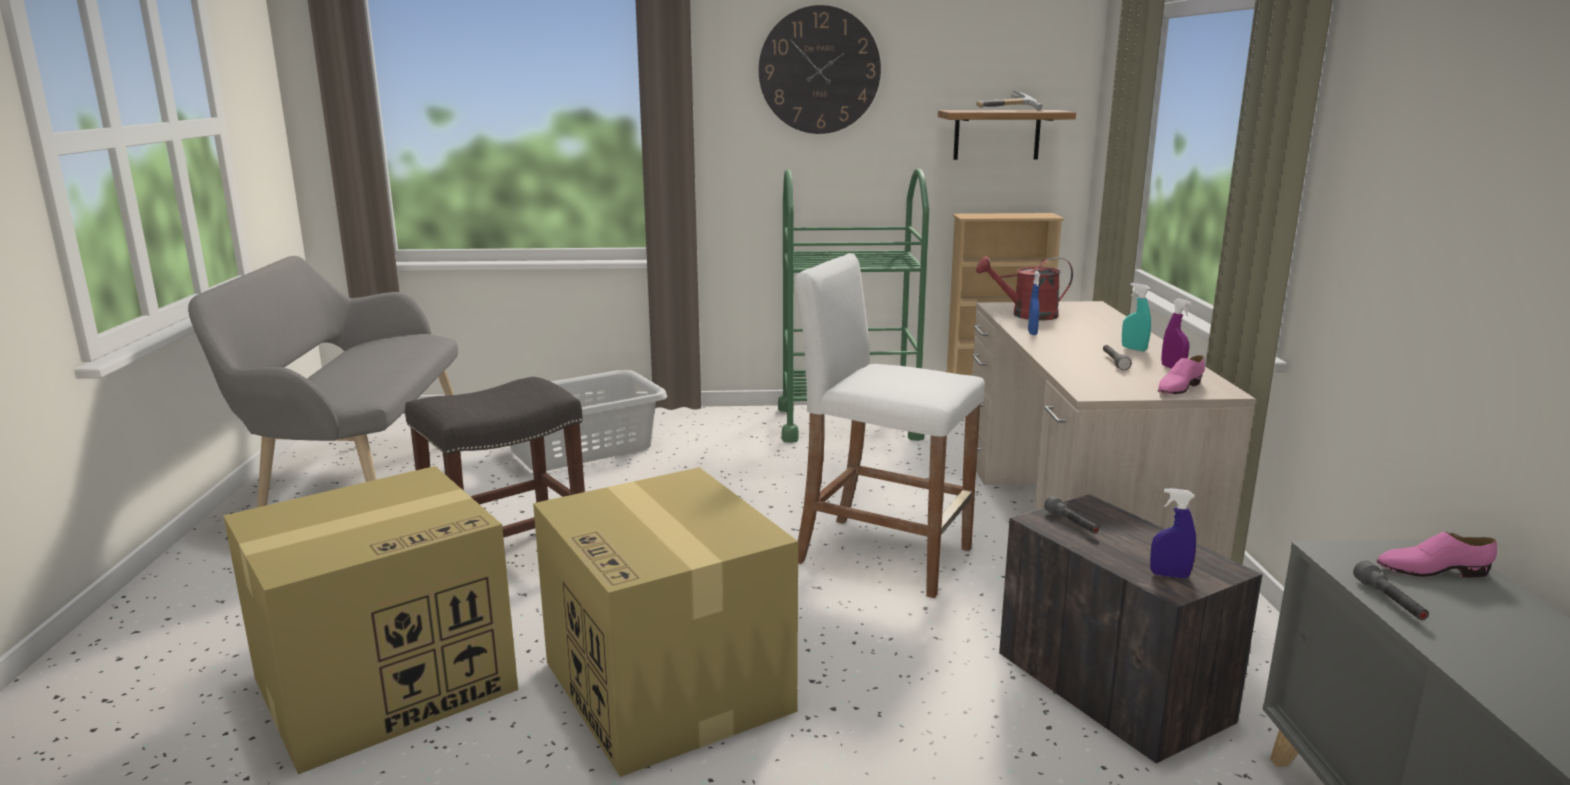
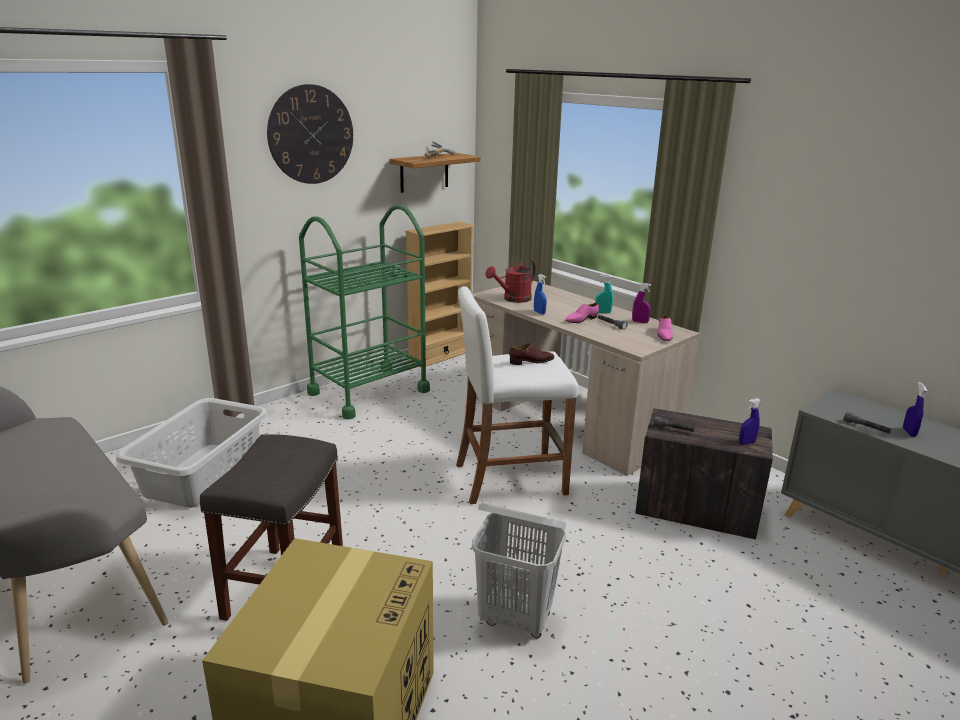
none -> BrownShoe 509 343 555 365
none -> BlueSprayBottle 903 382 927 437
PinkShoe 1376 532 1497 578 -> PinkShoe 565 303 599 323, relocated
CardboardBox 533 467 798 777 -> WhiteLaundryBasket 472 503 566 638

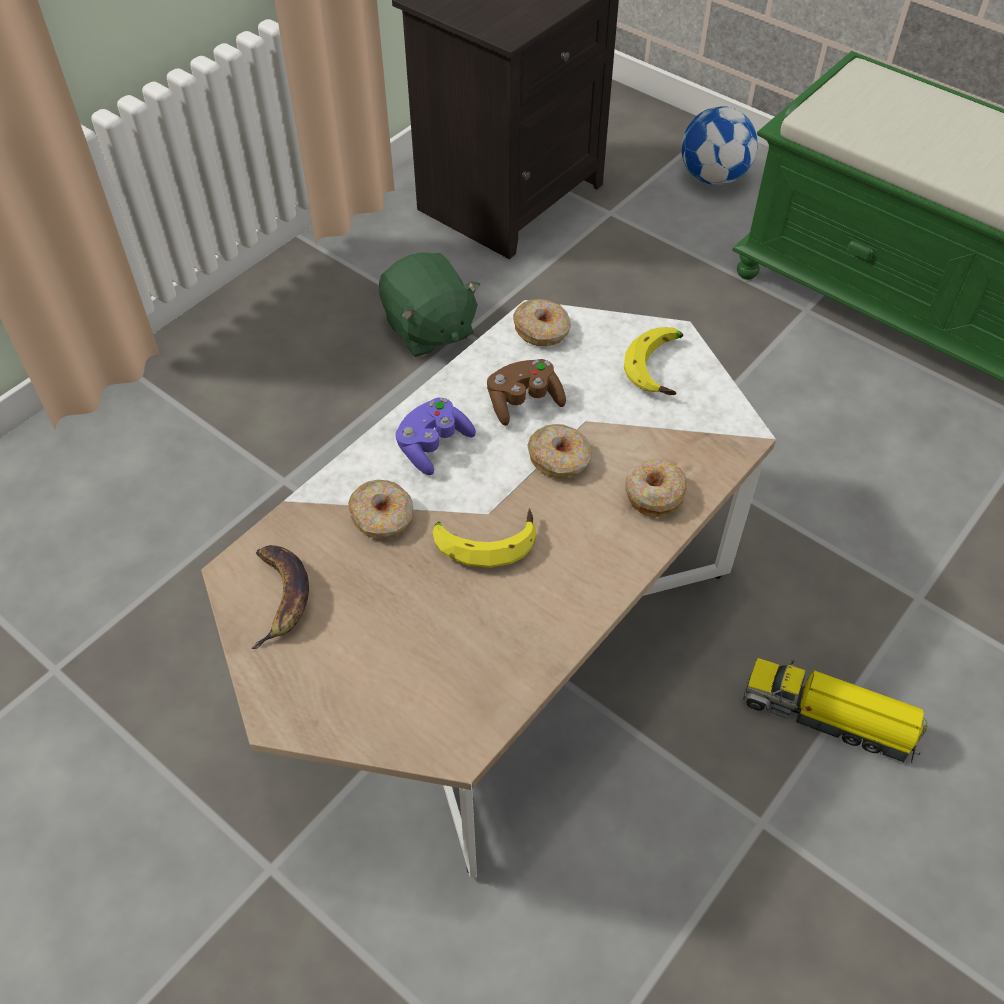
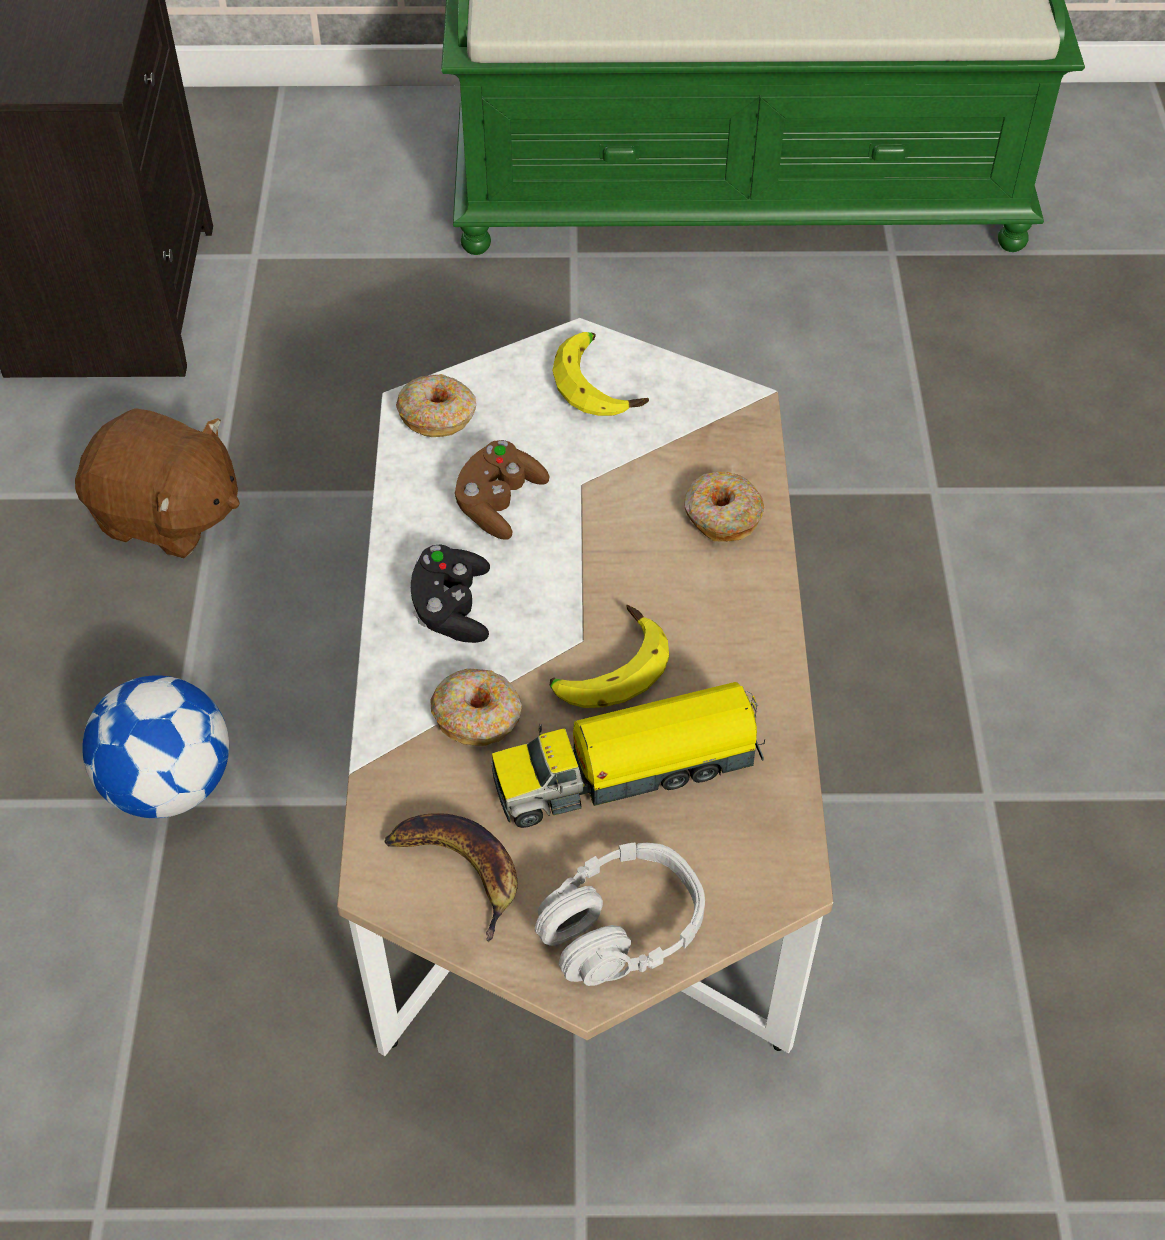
Donut 527 424 592 479 -> none
none -> GreyHeadphones 535 842 705 986
Football 681 106 758 185 -> Football 83 676 229 818, relocated
ToyTruck 743 658 928 763 -> ToyTruck 491 682 765 828, relocated
GreenPlushToy 379 252 480 357 -> BrownPlushToy 75 408 240 558
PurpleGameController 395 398 476 475 -> BlackGameController 411 544 490 643

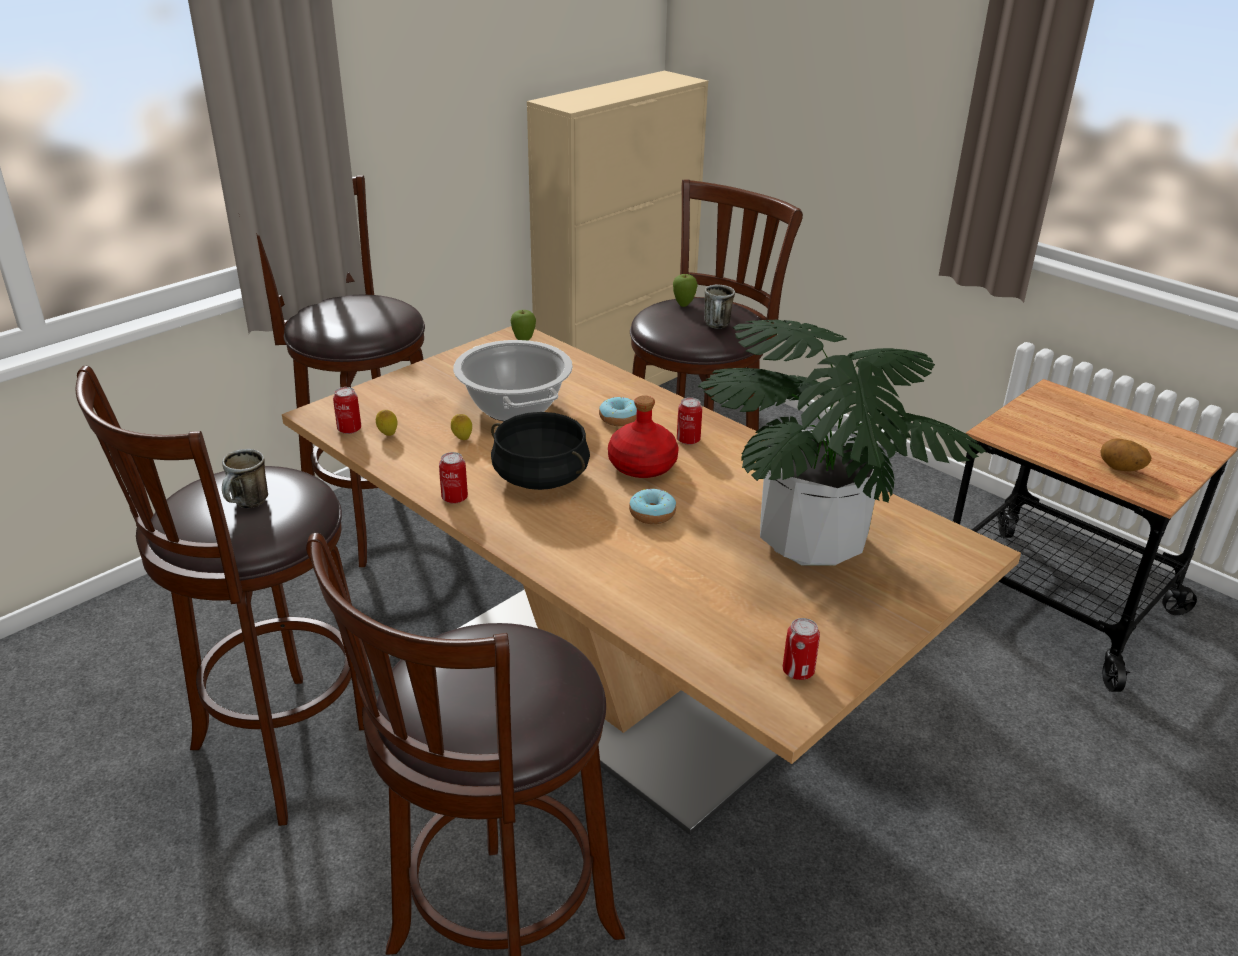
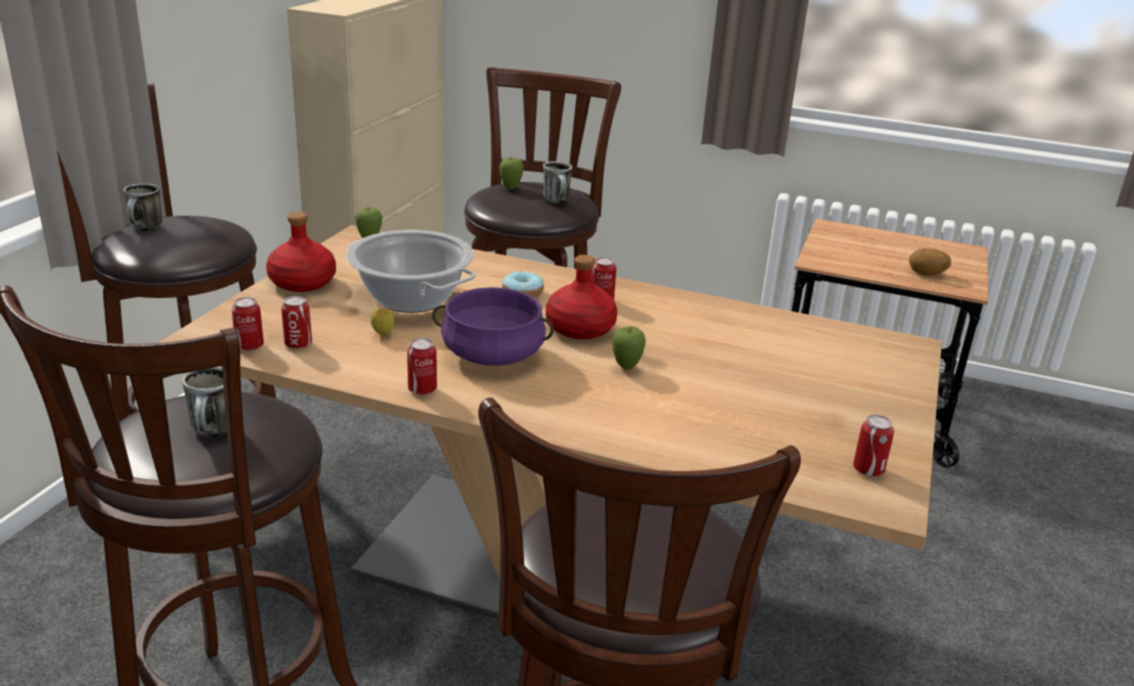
PottedPlant 698 320 986 566 -> none
none -> Mug 124 183 162 231
none -> RedBottle 266 212 336 292
Lemon 376 410 398 436 -> Can 281 296 312 349
Donut 629 489 676 524 -> Apple 612 326 646 370
BlackCookingPot 491 412 590 490 -> PurpleCookingPot 432 287 554 366

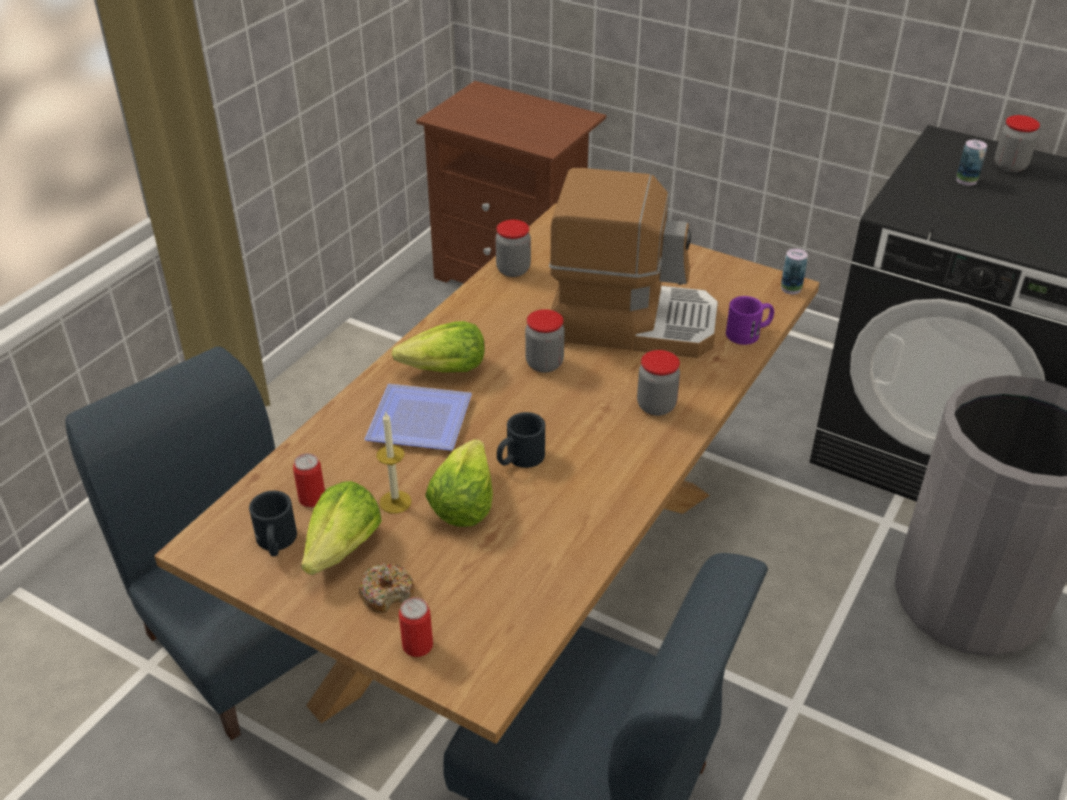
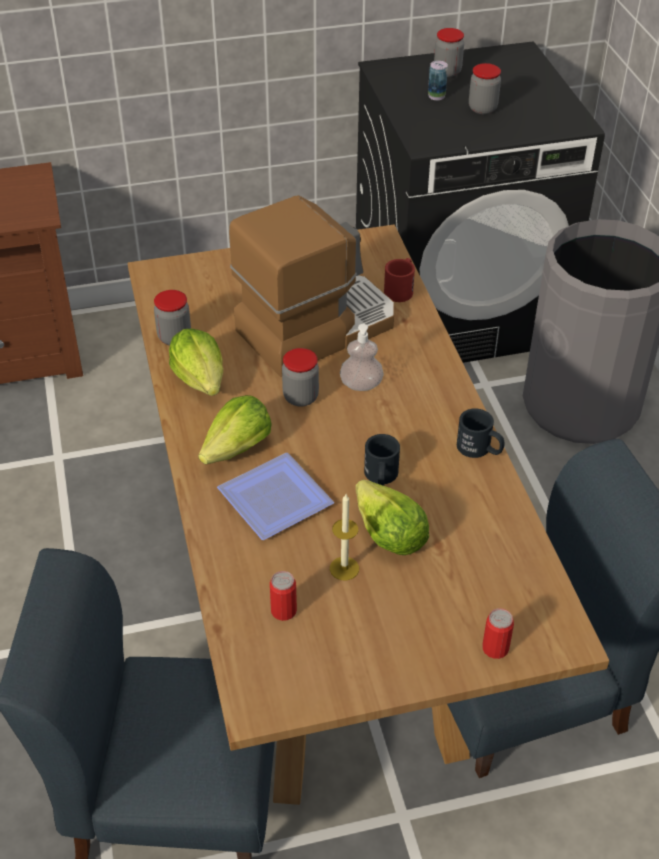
Donut 359 563 414 613 -> none
Can 781 248 808 294 -> none
none -> SoapDispenser 340 324 384 391
BlackMug 249 491 297 556 -> BlackMug 457 408 505 458, relocated
Lettuce 301 481 382 575 -> Lettuce 169 329 223 396, relocated
Jar 637 350 680 416 -> Jar 469 63 501 114, relocated
PurpleMug 726 296 774 345 -> RedMug 384 258 415 302

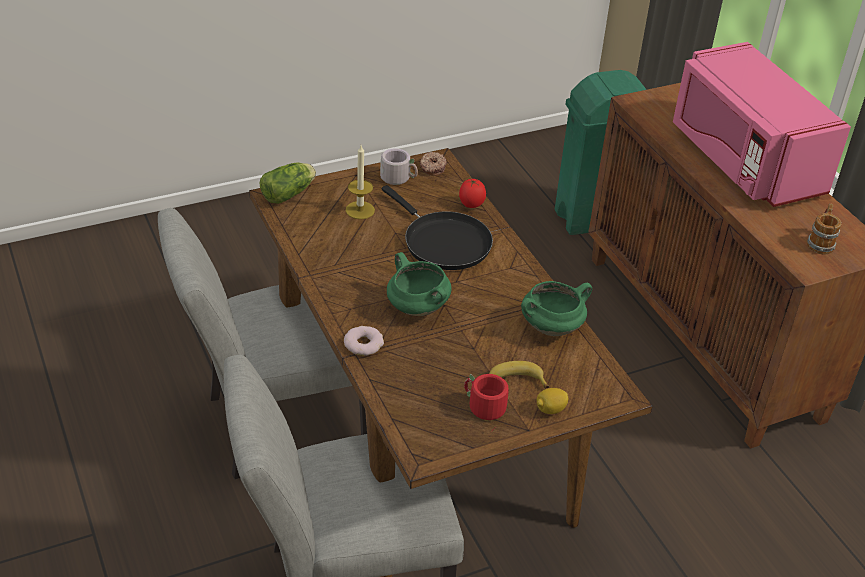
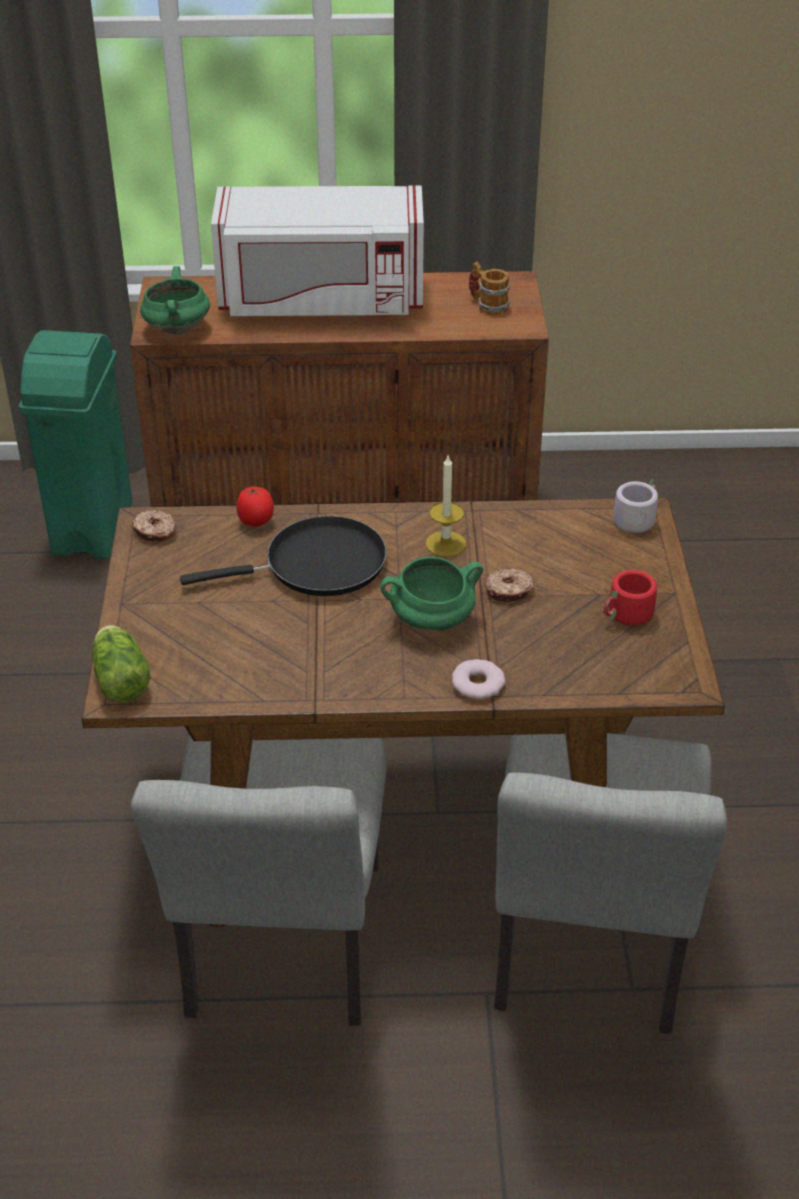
Banana 489 361 549 388 -> none
Lemon 537 388 569 414 -> none
none -> Donut 485 569 534 602
Candle 346 145 375 219 -> Candle 426 456 466 557, relocated
GreyMug 380 148 418 185 -> GreyMug 613 479 658 533, relocated
GreenCookingPot 521 281 592 336 -> GreenCookingPot 140 266 210 334, relocated
PinkMicrowave 673 42 851 207 -> WhiteMicrowave 211 186 424 316

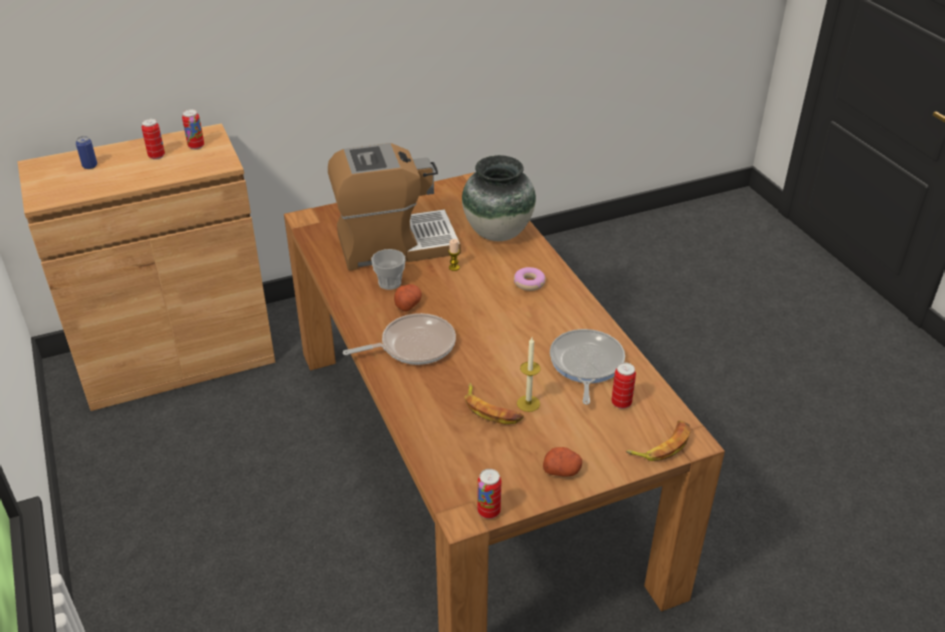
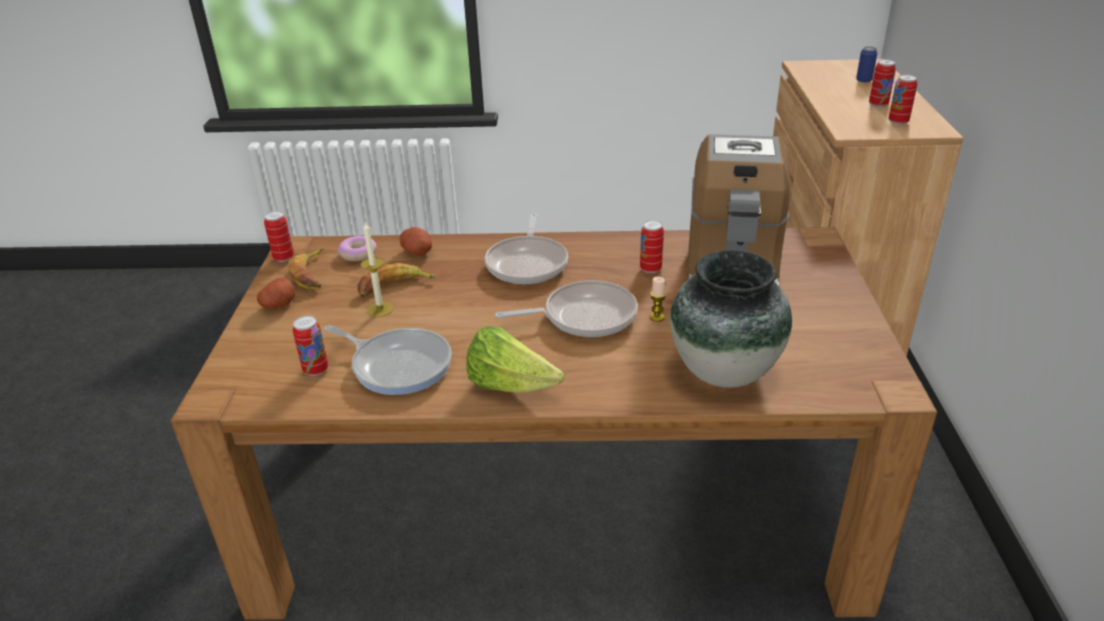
none -> Lettuce 467 327 564 393
none -> FryingPan 495 280 638 337
Potato 394 284 422 312 -> Potato 400 227 432 256, relocated
Donut 514 267 546 291 -> Donut 338 236 377 261, relocated
Banana 626 421 691 461 -> Banana 288 248 323 290, relocated
Cup 371 249 405 290 -> Can 640 220 664 273

